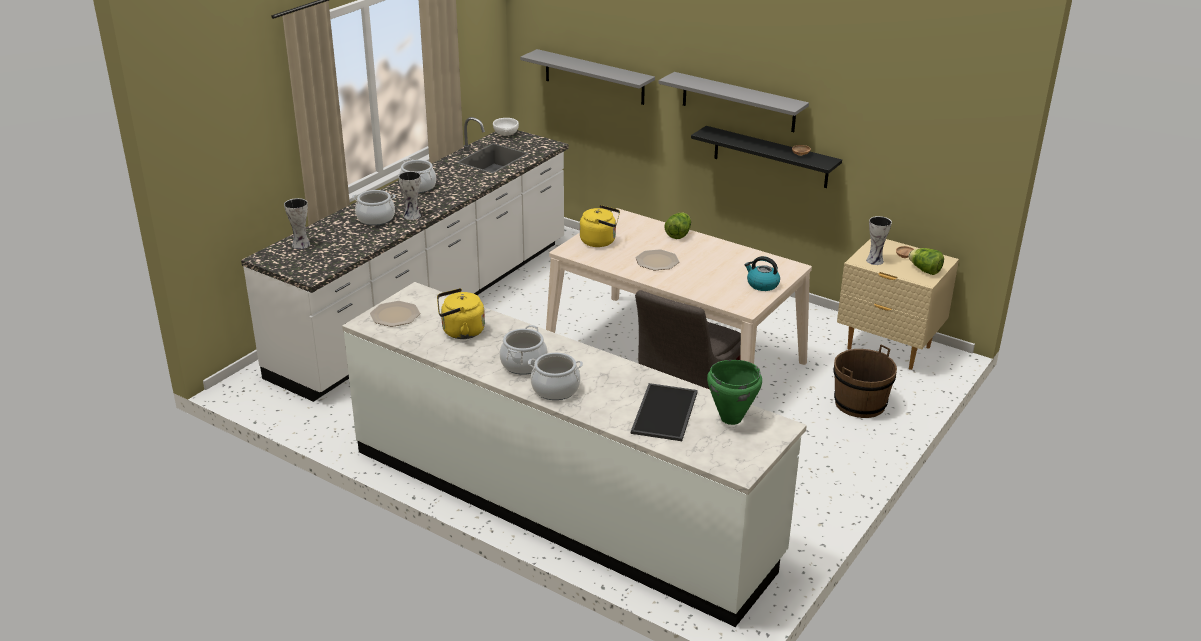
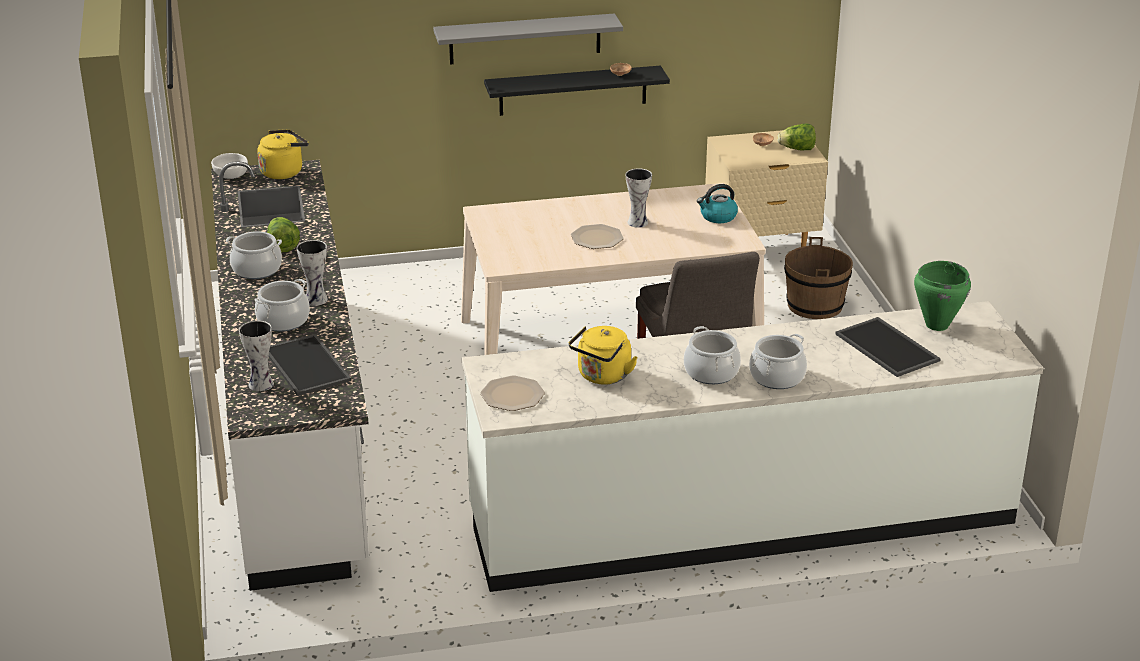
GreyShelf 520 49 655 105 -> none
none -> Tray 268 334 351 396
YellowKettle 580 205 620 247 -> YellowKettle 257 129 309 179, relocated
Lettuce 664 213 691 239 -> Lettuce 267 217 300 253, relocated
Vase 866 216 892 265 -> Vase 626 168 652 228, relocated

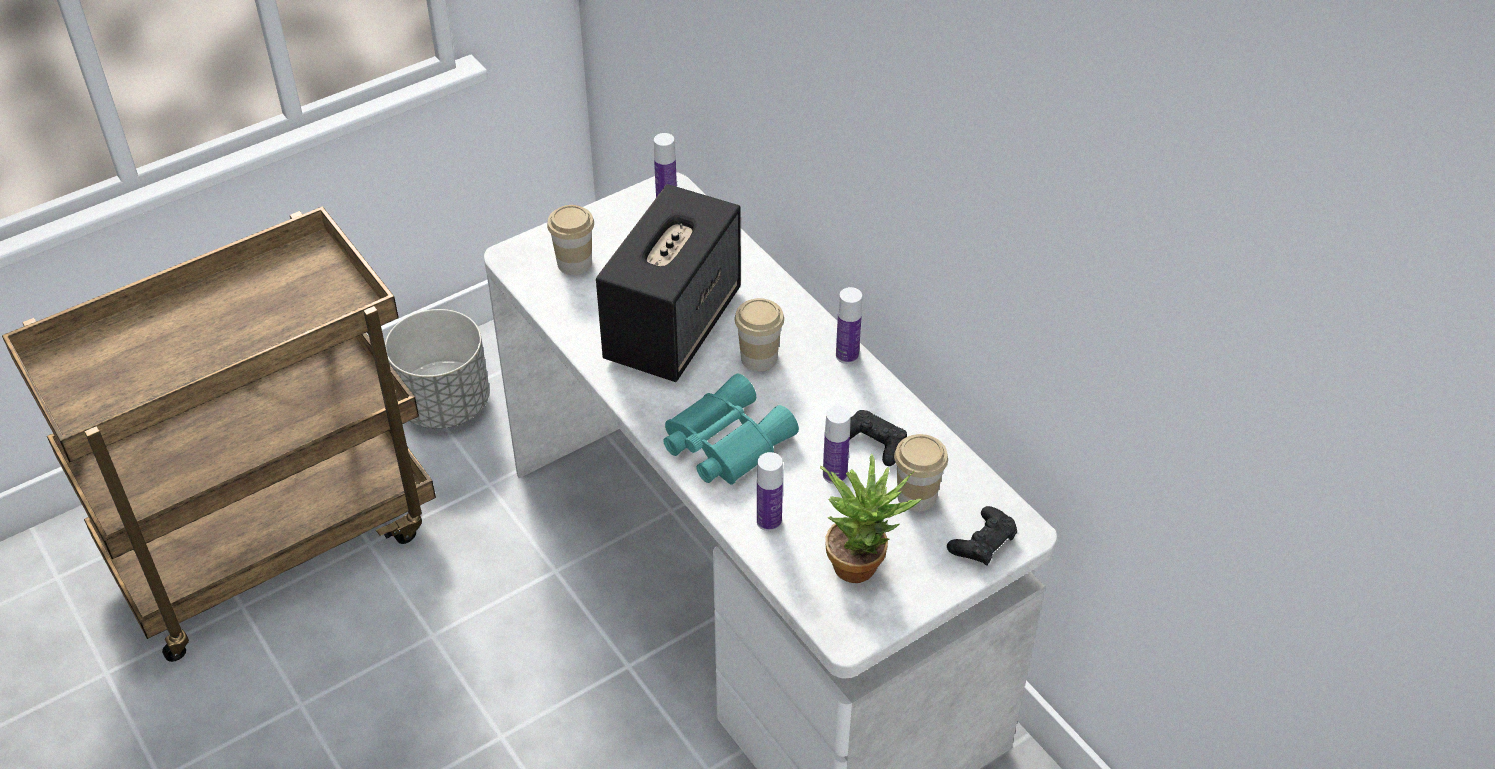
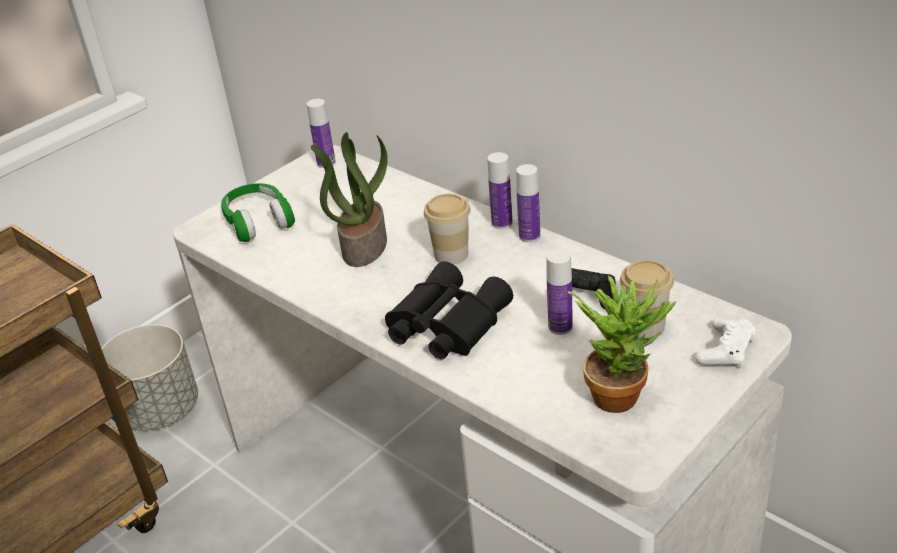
Bottle 757 452 783 531 -> Bottle 488 152 512 229, relocated
Cup 547 205 594 275 -> GreenHeadphones 221 183 295 242
Speaker 596 184 741 382 -> PottedPlant 311 132 388 267
TurquoiseBinoculars 664 374 799 485 -> BlackBinoculars 385 261 513 359
BlackGameController 947 506 1017 566 -> WhiteGameController 695 316 756 367

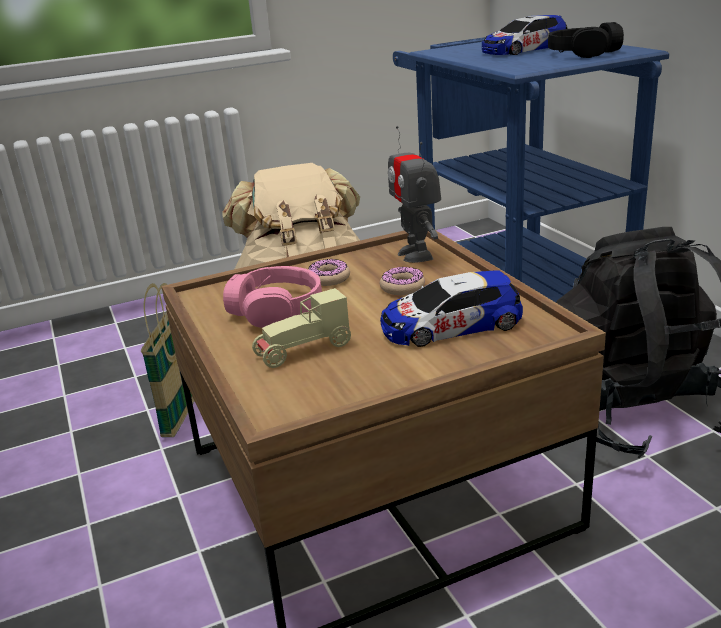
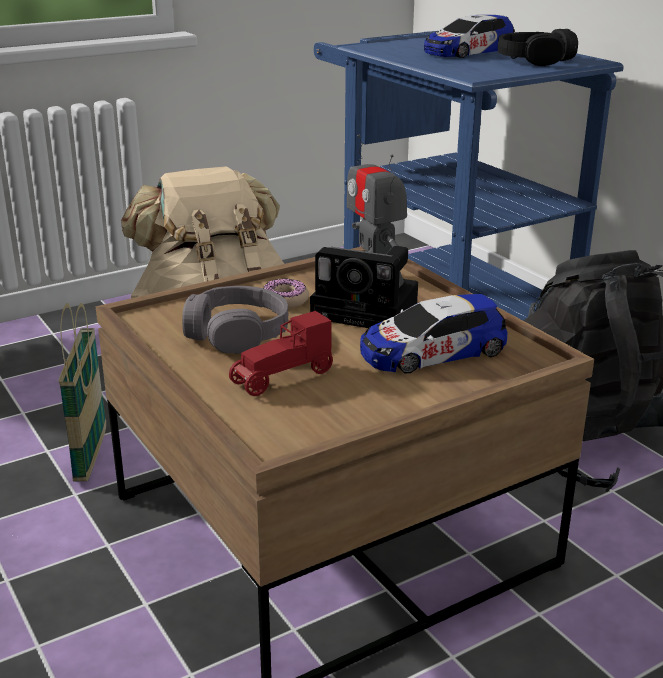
Donut 380 267 425 295 -> PhotoCamera 310 246 418 328
PinkHeadphones 223 266 322 328 -> GreyHeadphones 182 286 288 354
BeigeToyCar 252 288 351 368 -> RedToyCar 229 311 333 396

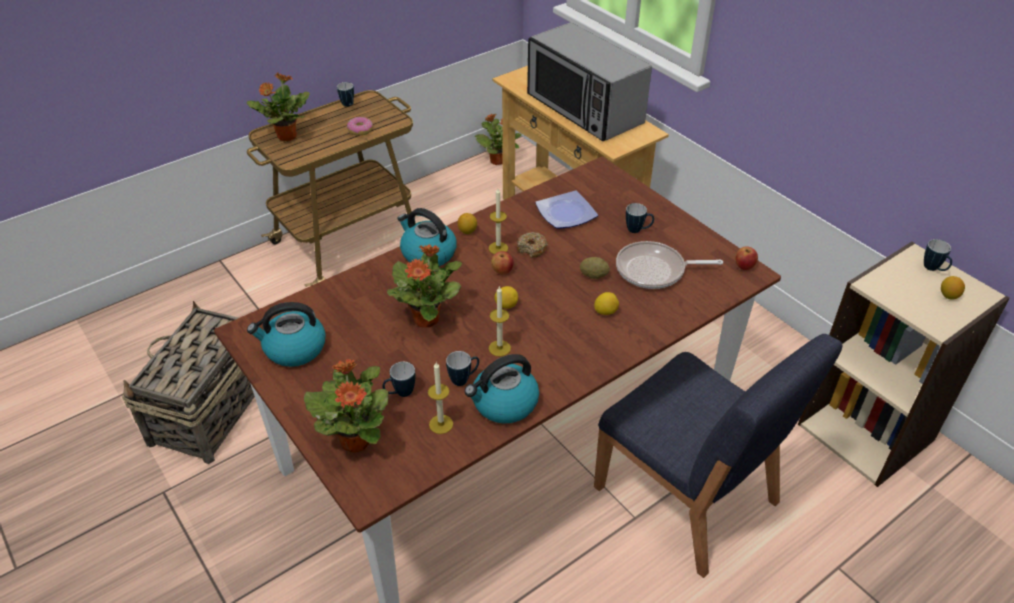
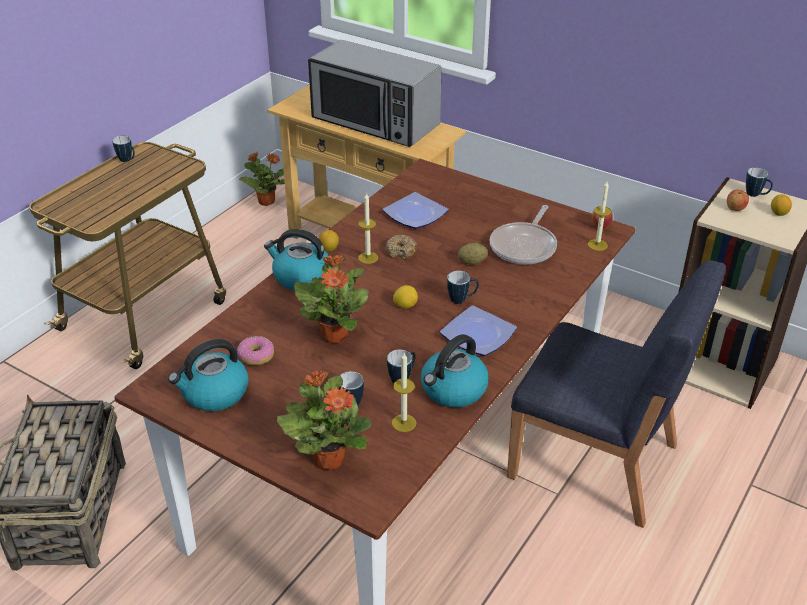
PottedPlant 247 72 310 141 -> none
Lemon 594 292 619 315 -> none
none -> Plate 440 306 517 356
Donut 347 117 373 136 -> Donut 237 336 274 365, relocated
Candle 489 287 511 357 -> Candle 588 182 611 251, relocated
Apple 491 251 514 274 -> Apple 727 190 749 211, relocated
Mug 626 203 654 233 -> Mug 447 271 479 304, relocated
FryingPan 616 241 723 289 -> FryingPan 490 205 557 264, 45 degrees counterclockwise

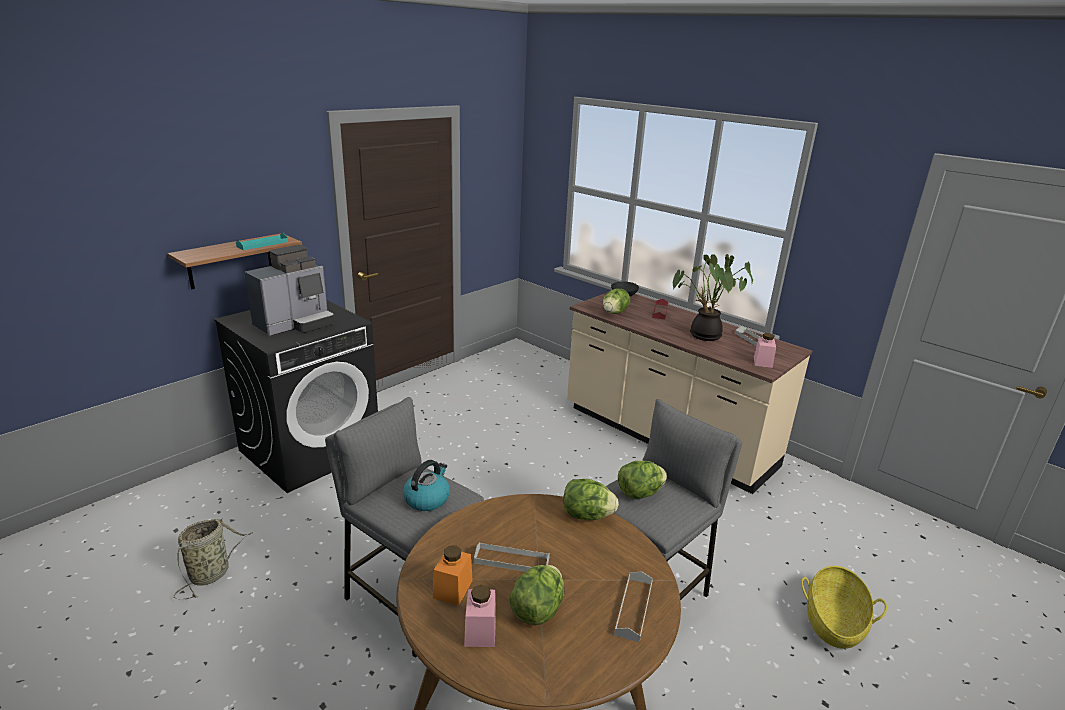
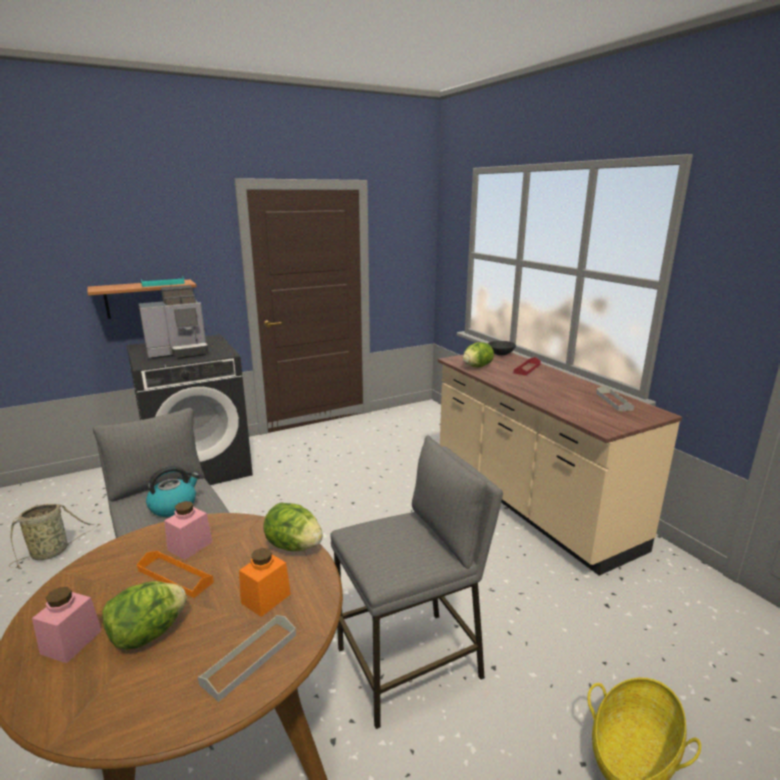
Lettuce 618 461 667 499 -> none
PottedPlant 673 254 753 341 -> none
OrangeJar 433 546 473 606 -> OrangeJar 239 548 291 617, relocated
PinkJar 754 333 776 368 -> PinkJar 164 501 212 560, relocated
GreyTray 474 542 550 572 -> OrangeTray 137 551 214 598

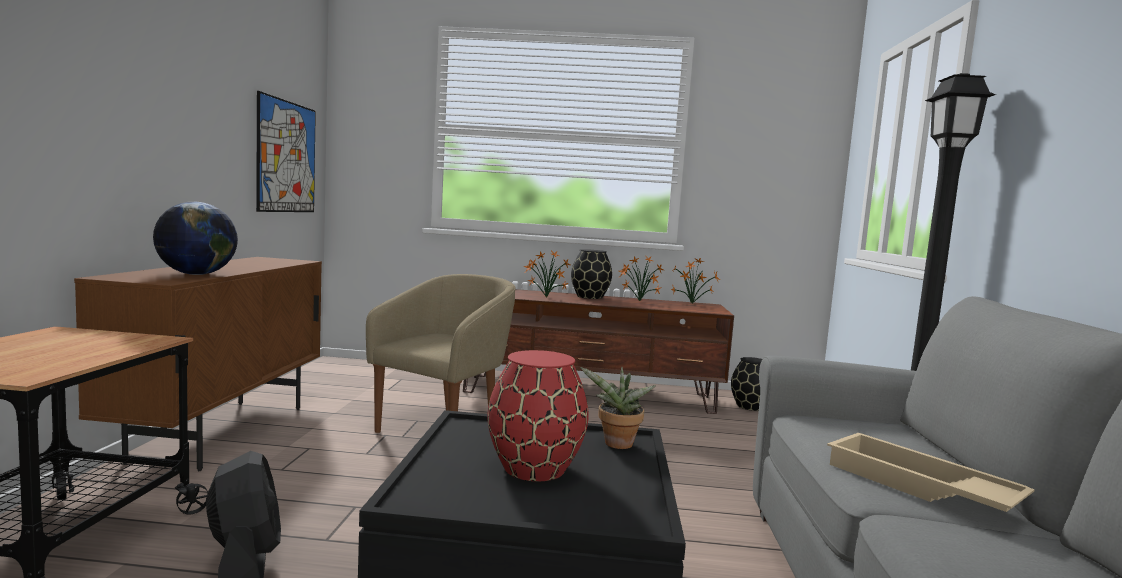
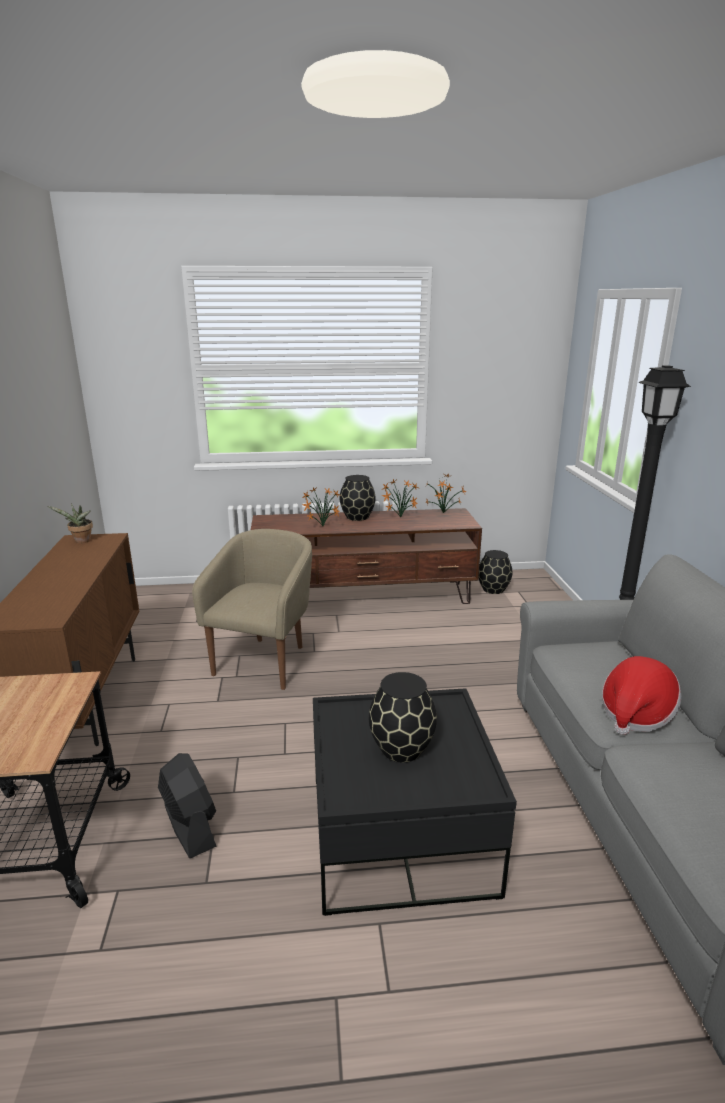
Globe 153 202 238 275 -> none
Picture 256 91 316 212 -> none
PottedPlant 580 367 656 449 -> PottedPlant 47 503 93 543, relocated
BeigeTray 827 433 1035 512 -> Hat 602 656 681 735
RedVase 488 350 588 481 -> BlackVase 369 672 437 763

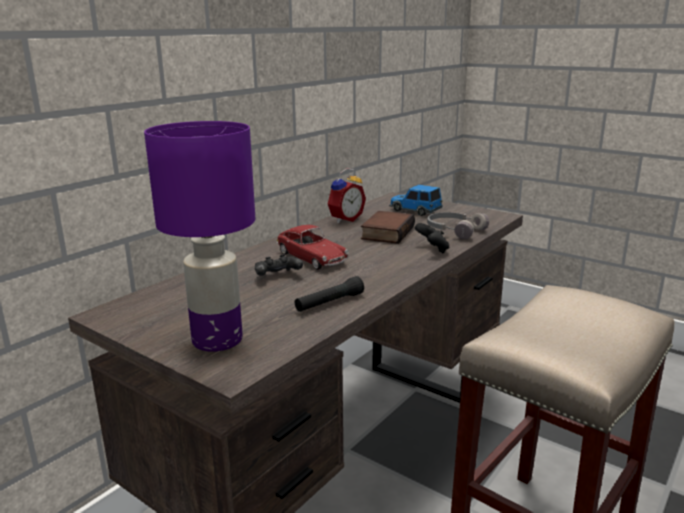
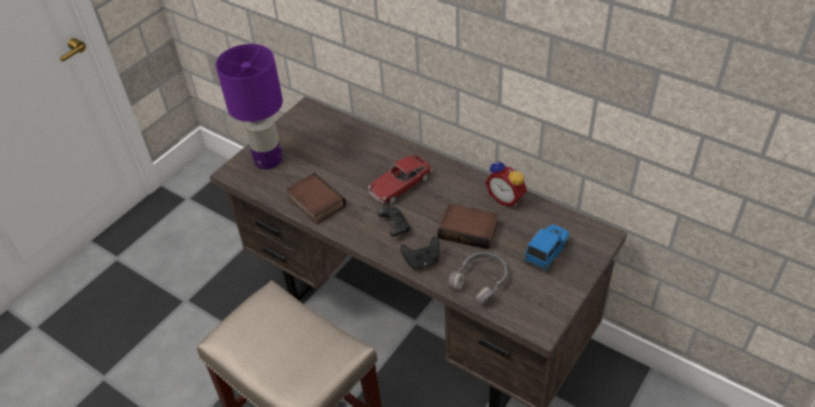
BlackGameController 255 254 303 276 -> BlackGameController 377 207 411 236, relocated
BlackFlashlight 295 276 364 312 -> Book 286 173 346 224

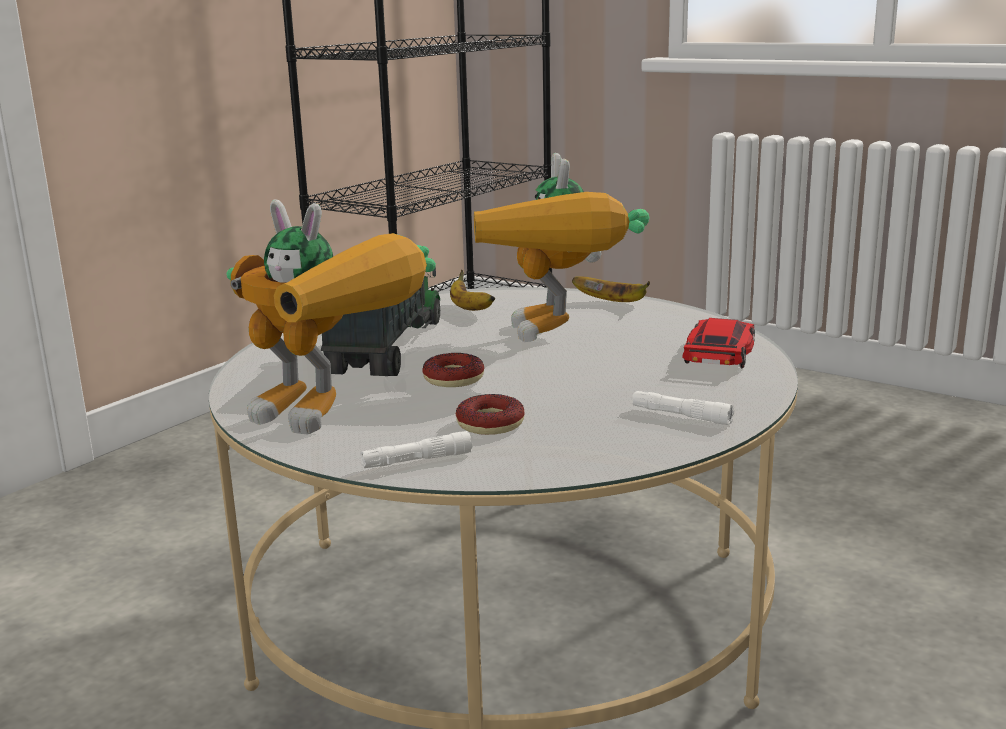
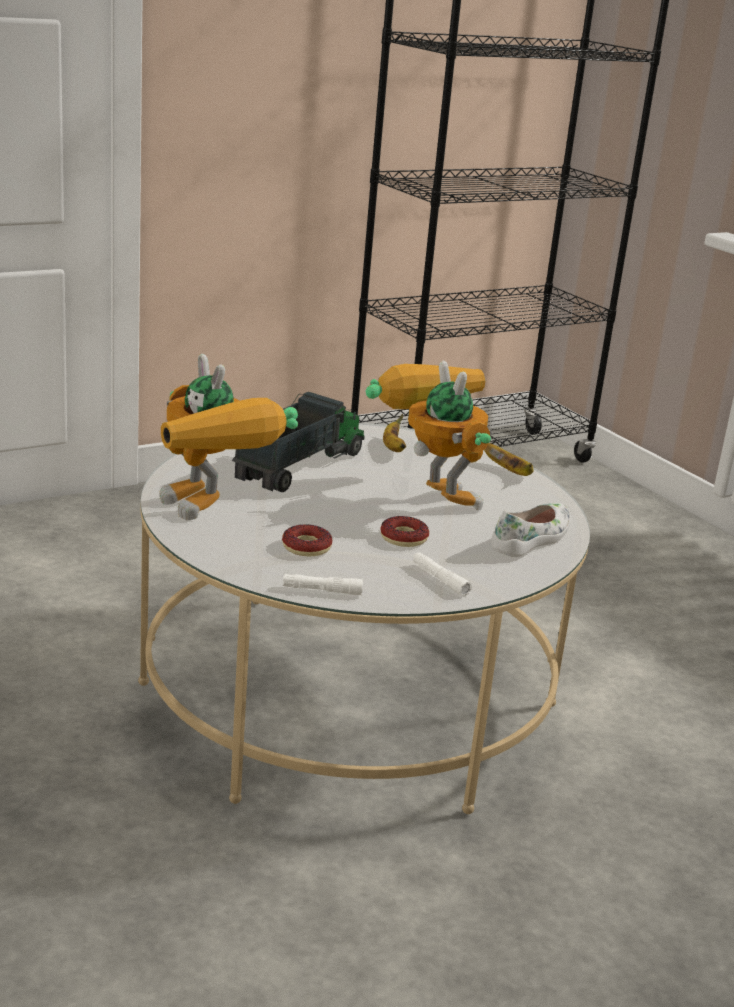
WhiteFlashlight 360 431 472 468 -> WhiteFlashlight 283 574 363 595, relocated
Donut 422 353 484 387 -> Donut 380 516 429 547, relocated
ToyCar 682 318 755 368 -> WhiteShoe 492 503 571 557
ToyRobot 474 153 650 342 -> ToyRobot 366 361 491 510, 135 degrees clockwise

